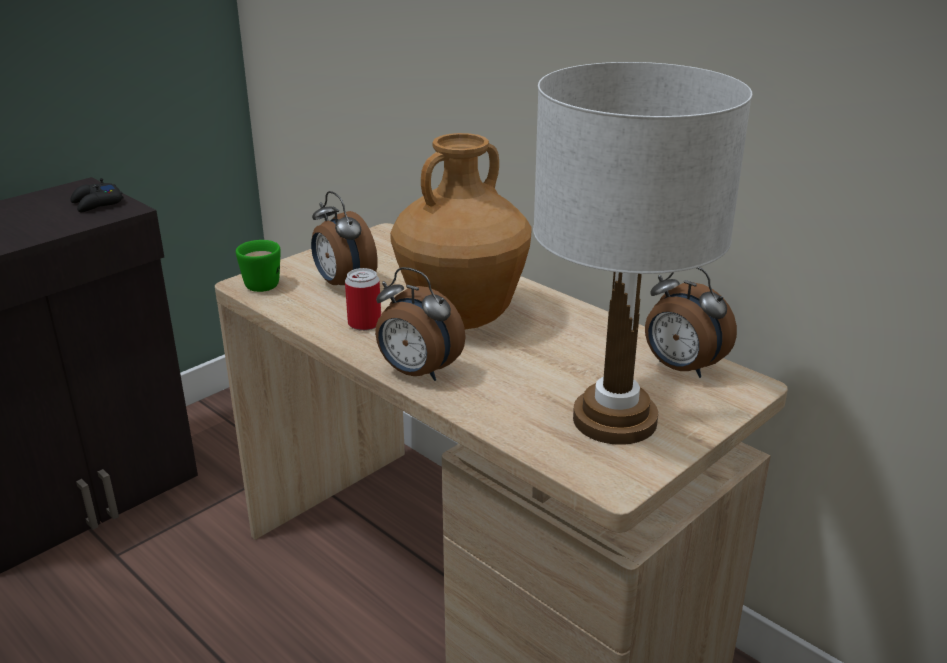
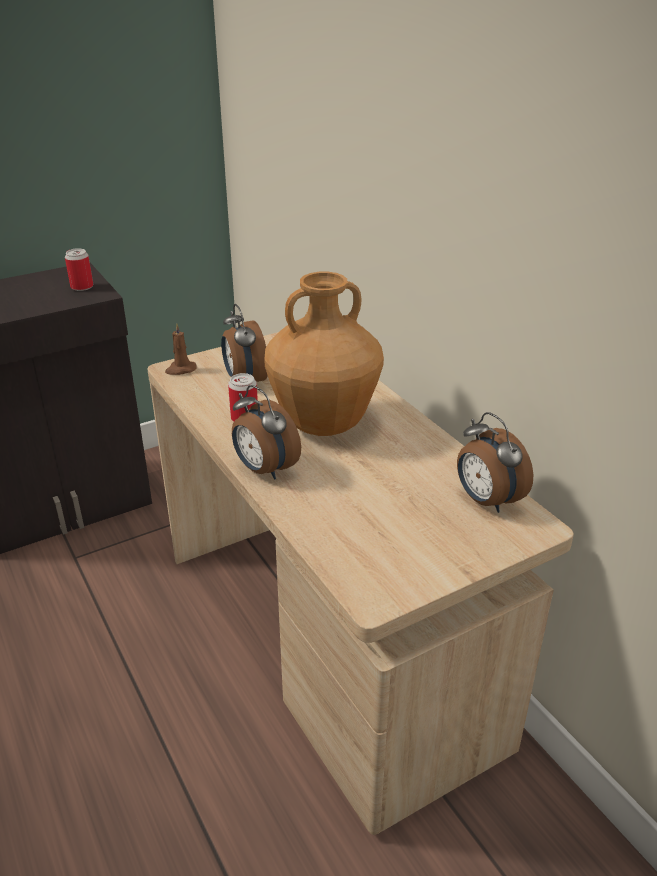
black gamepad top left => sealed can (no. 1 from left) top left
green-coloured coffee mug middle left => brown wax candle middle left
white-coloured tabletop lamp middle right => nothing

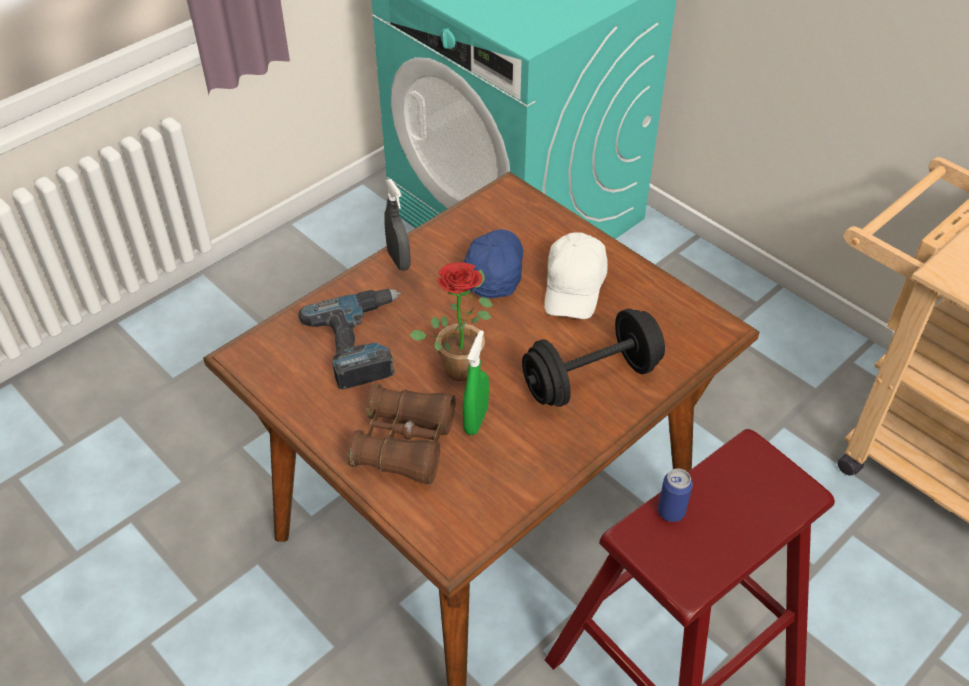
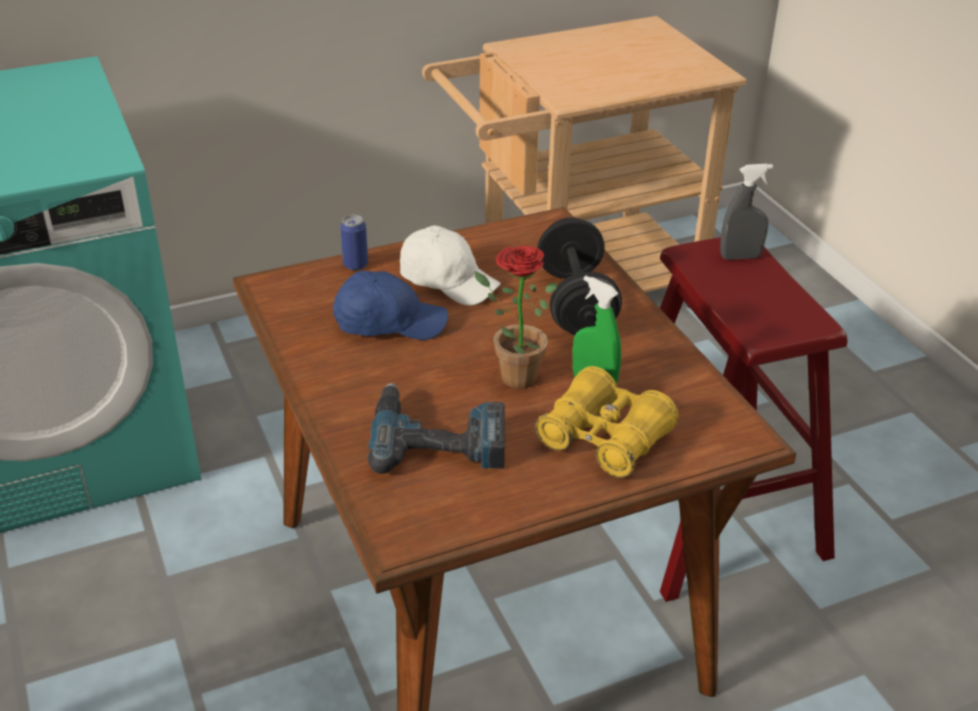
blue cap centre, 150 degrees clockwise
sealed can bottom right => sealed can centre, relocated
brown binoculars centre => yellow binoculars centre
grey spray bottle top centre => grey spray bottle top right, relocated

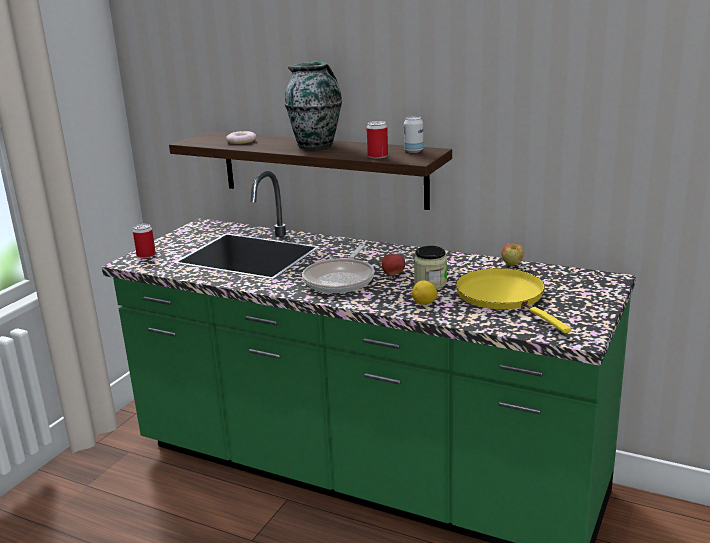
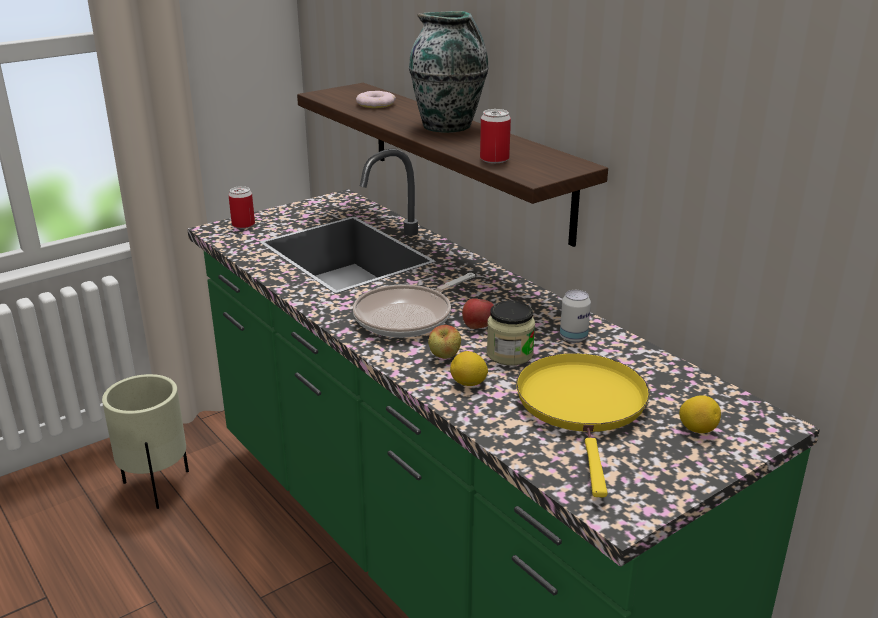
nothing => beige-coloured flower pot bottom left
apple (no. 2 from left in the first image) middle right => apple (no. 1 from left) centre, relocated
sealed can (no. 3 from left) top centre => sealed can (no. 3 from left) centre, relocated
nothing => whole lemon (no. 2 from left) bottom right

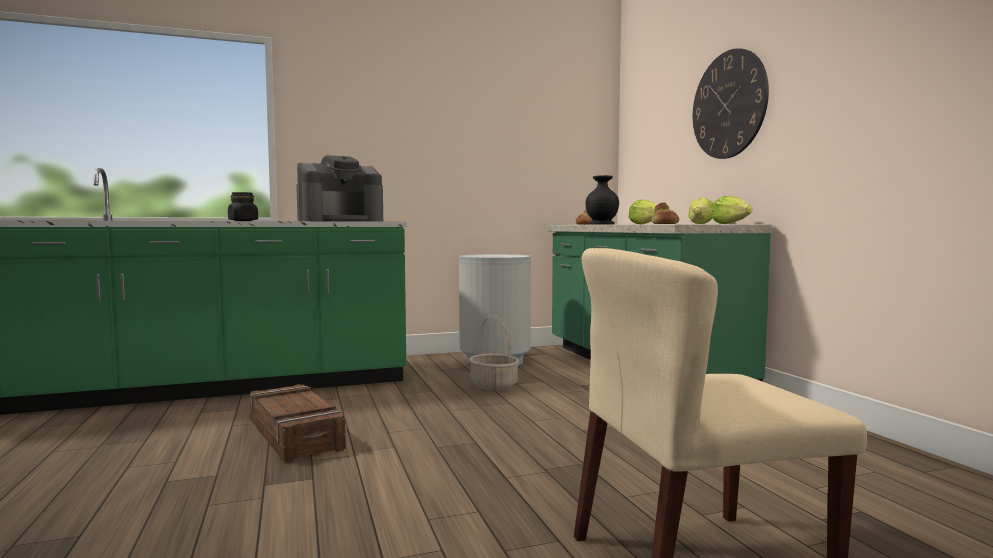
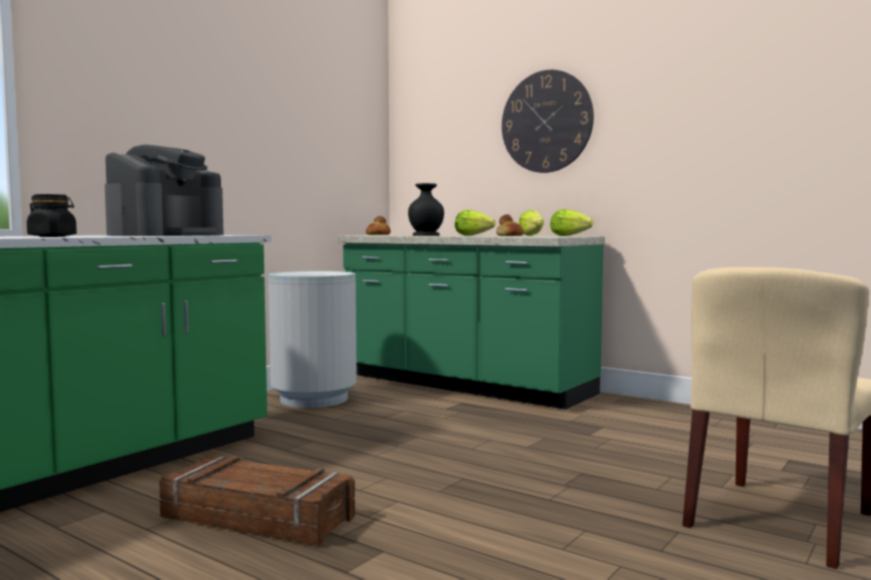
household basket centre => nothing

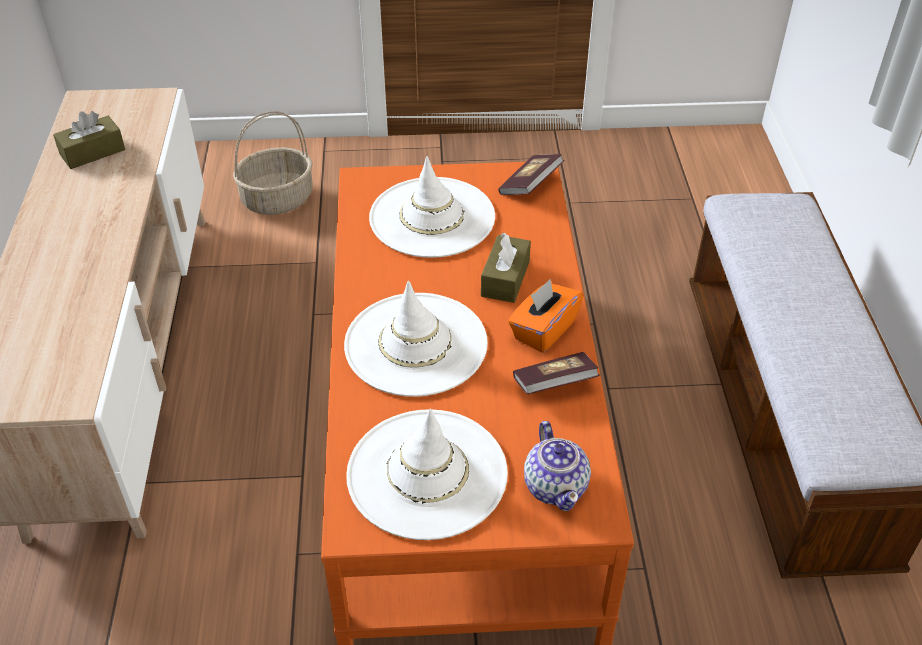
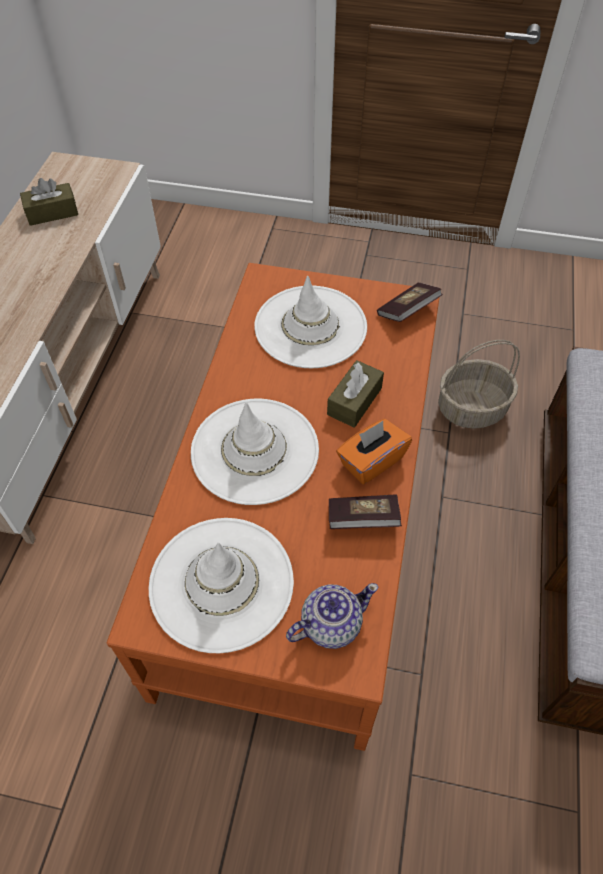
tea pot bottom centre, 120 degrees counterclockwise
household basket top left => household basket middle right, relocated

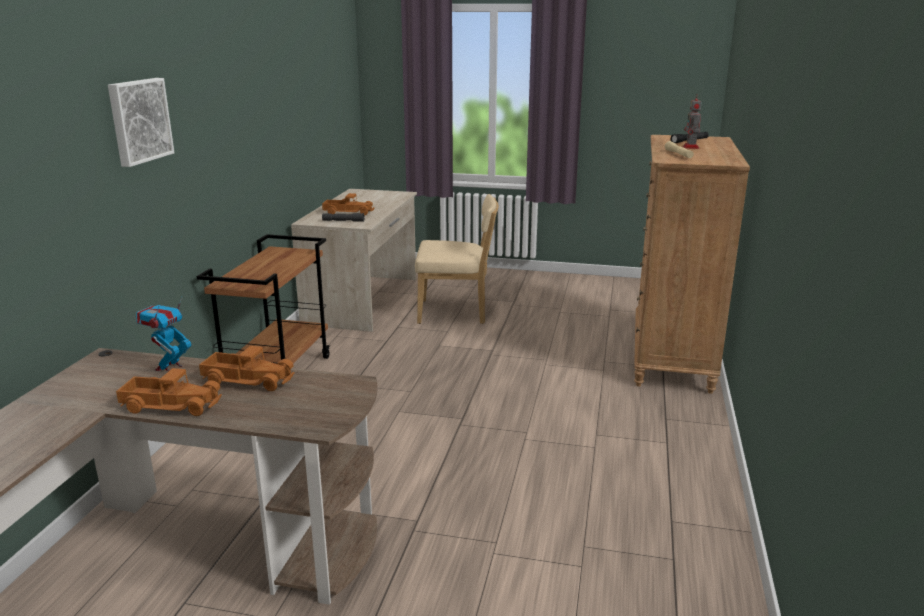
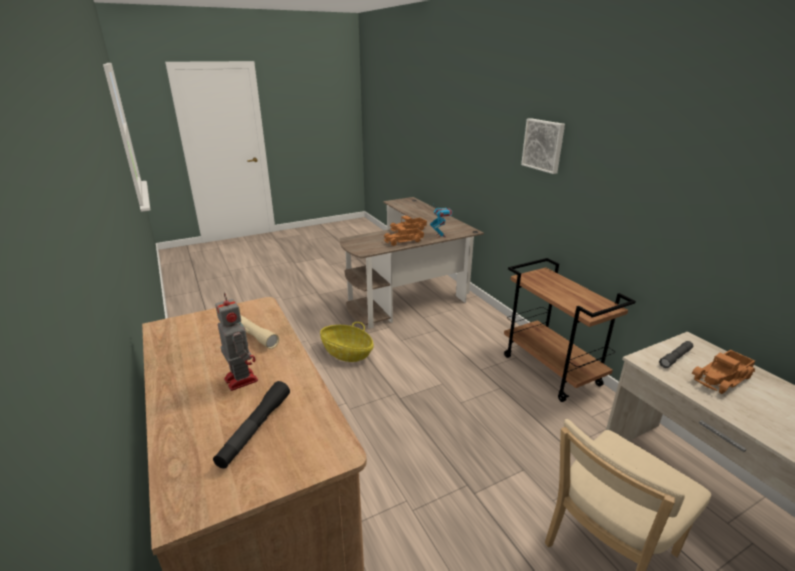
nothing => household basket centre

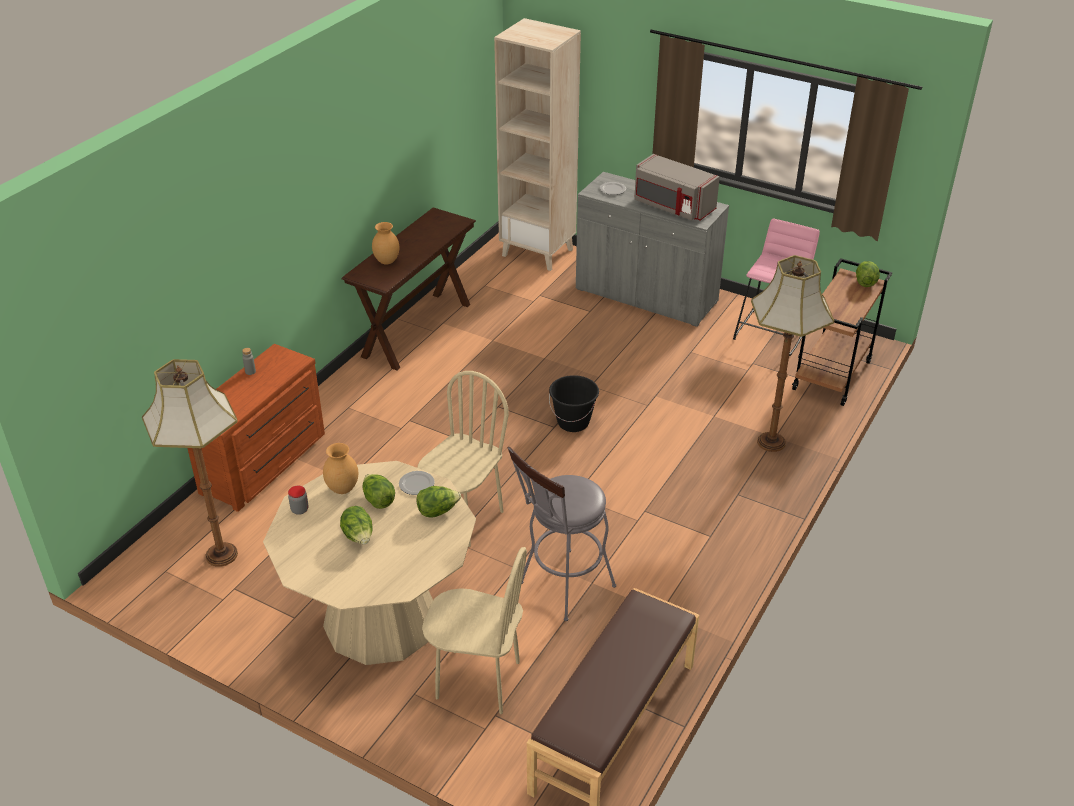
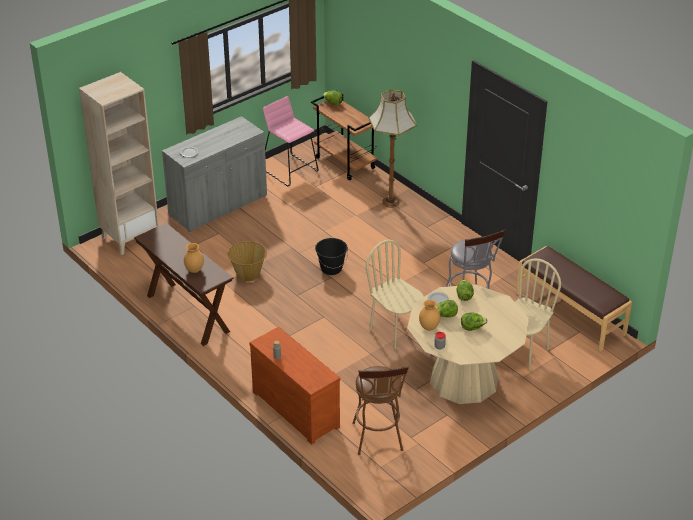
nothing => household basket centre
floor lamp (no. 1 from left) middle left => brown stool seat bottom centre
grey kitchen microwave top centre => nothing

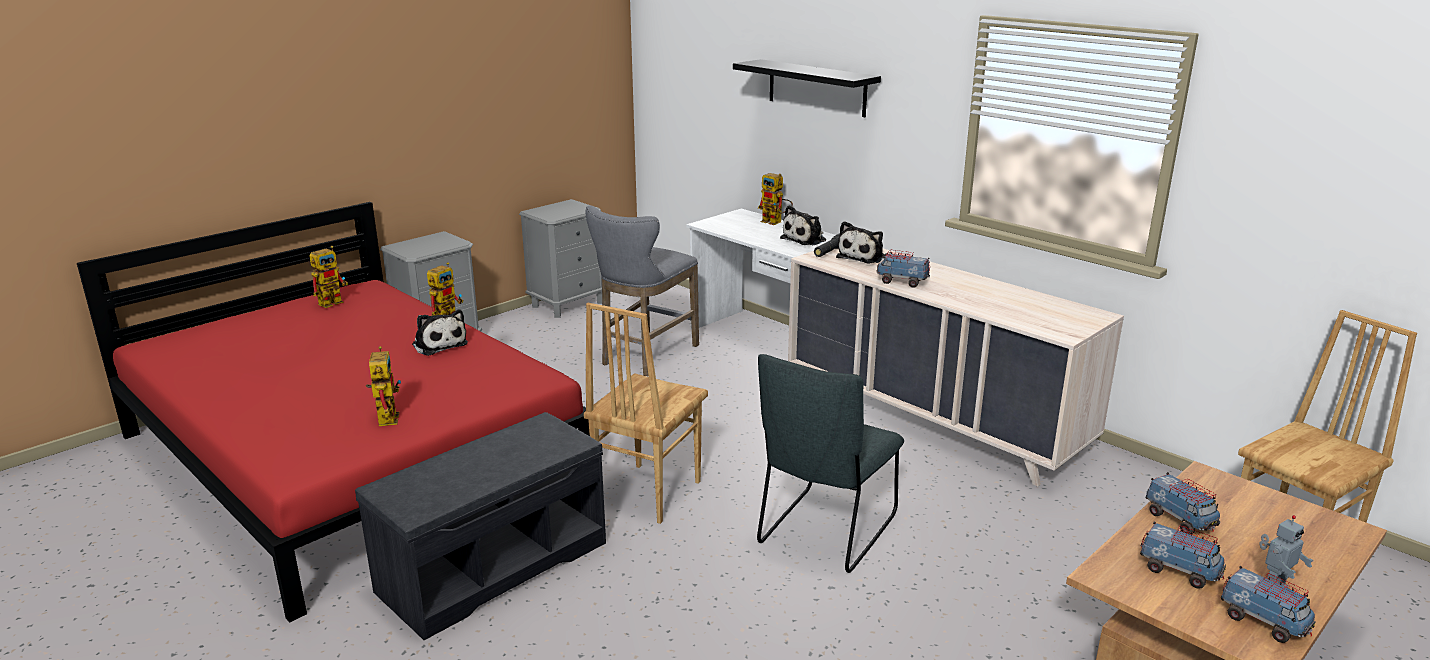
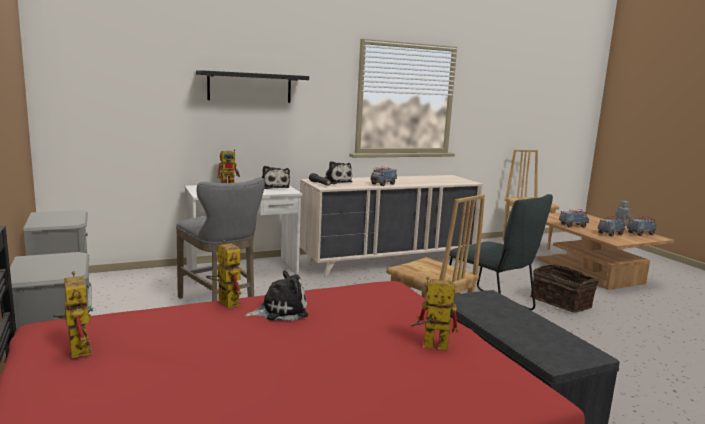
nothing => household basket bottom right

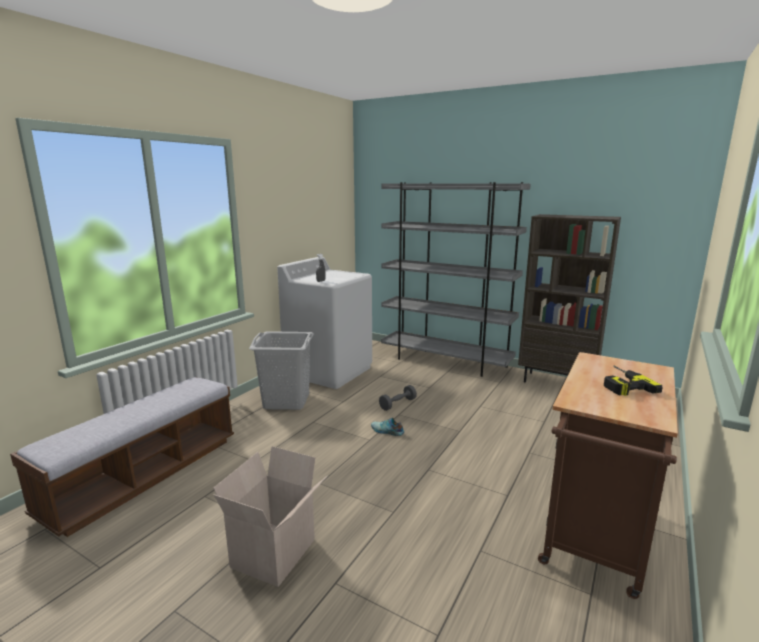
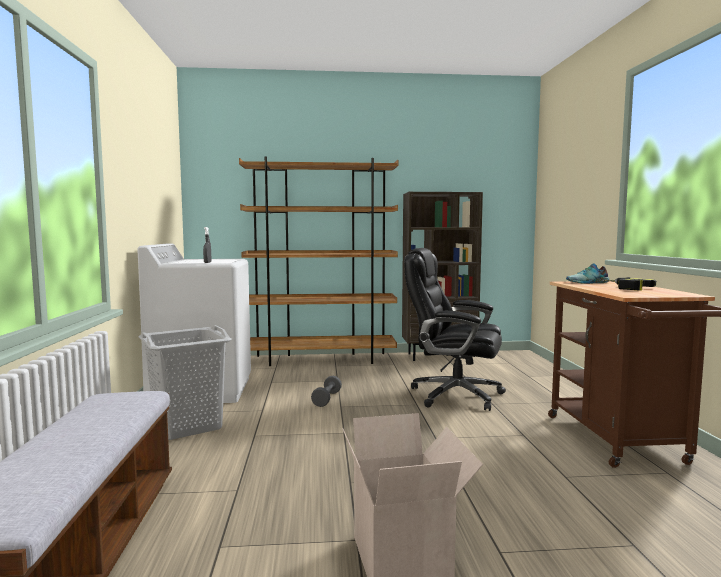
grey bookcase centre => brown bookcase (no. 1 from left) centre
nothing => black computer chair centre
shoe centre => shoe middle right, relocated

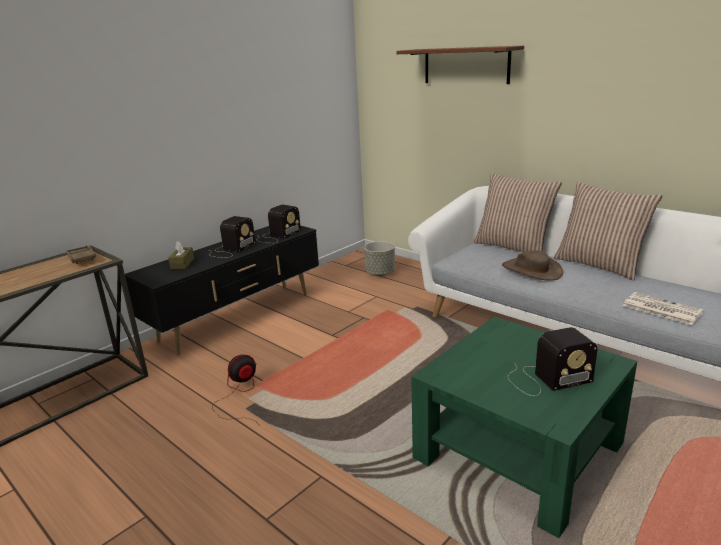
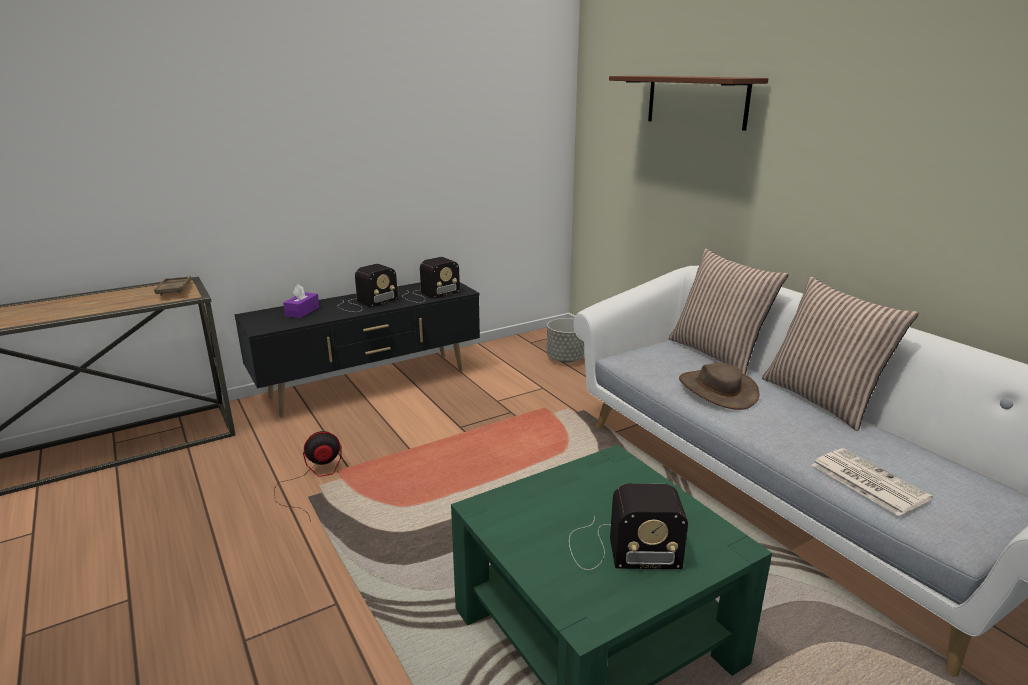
brown tissue box middle left => purple tissue box middle left

